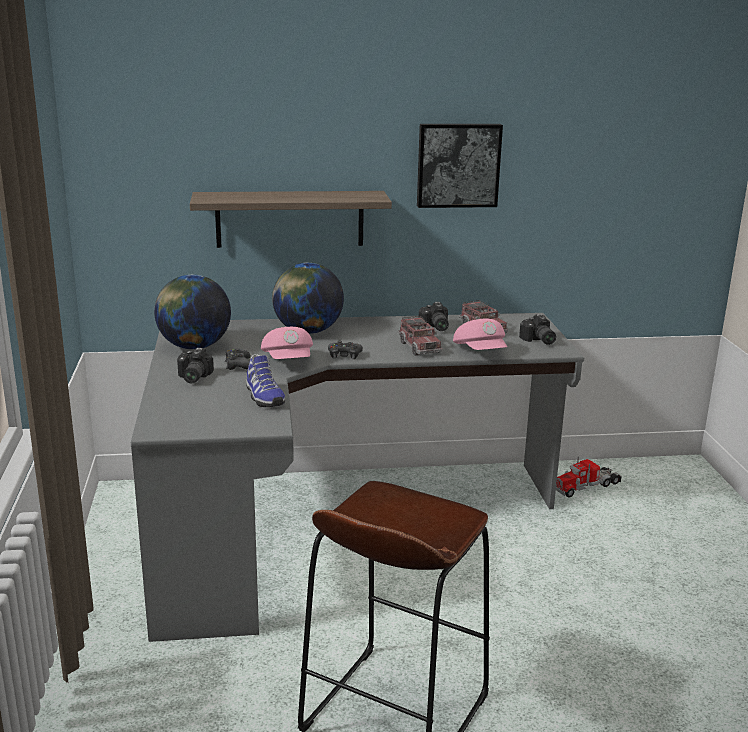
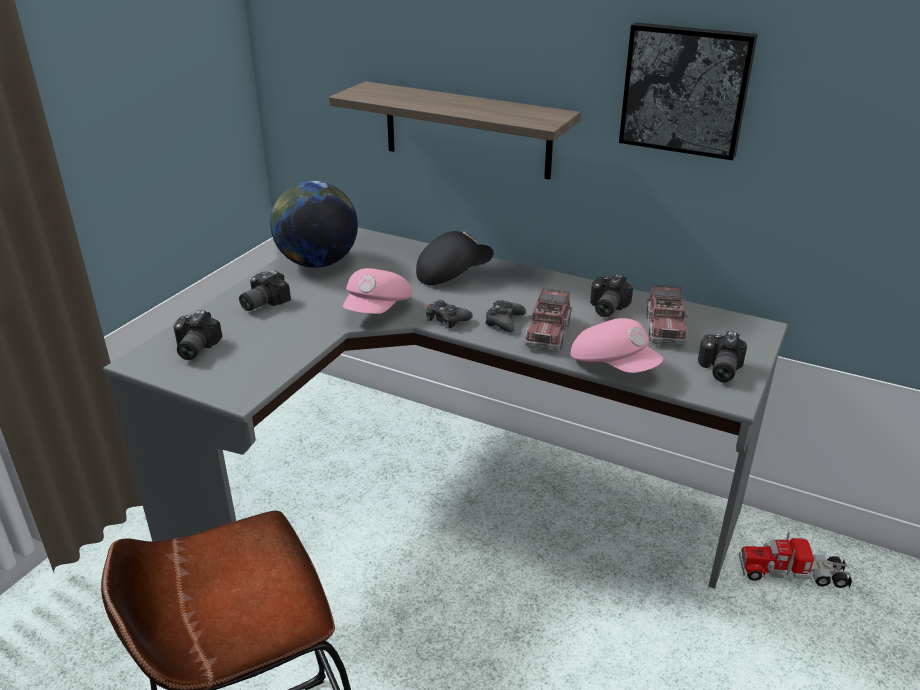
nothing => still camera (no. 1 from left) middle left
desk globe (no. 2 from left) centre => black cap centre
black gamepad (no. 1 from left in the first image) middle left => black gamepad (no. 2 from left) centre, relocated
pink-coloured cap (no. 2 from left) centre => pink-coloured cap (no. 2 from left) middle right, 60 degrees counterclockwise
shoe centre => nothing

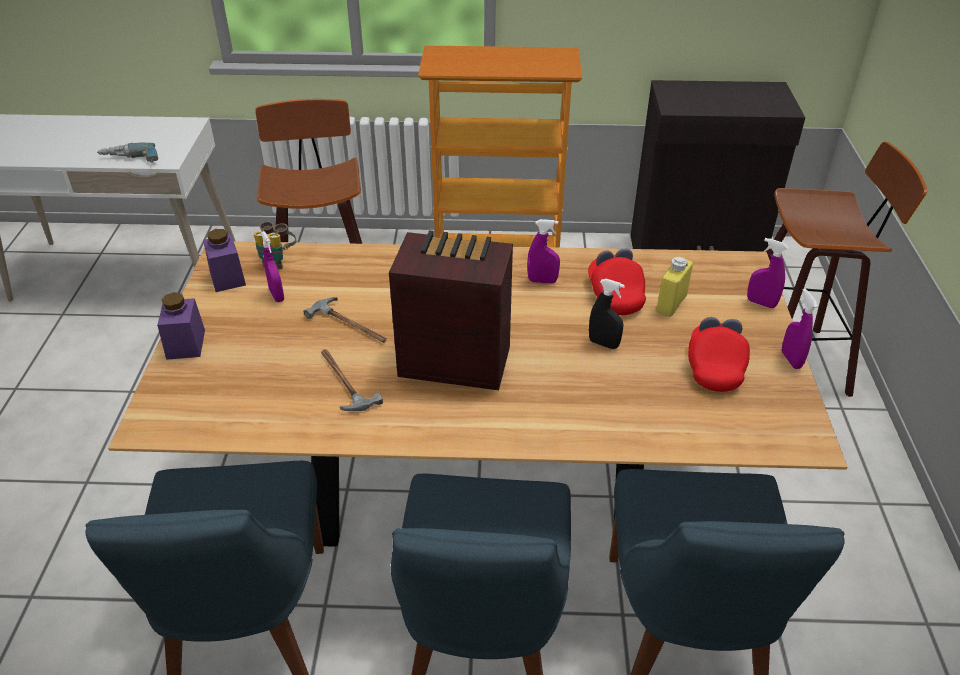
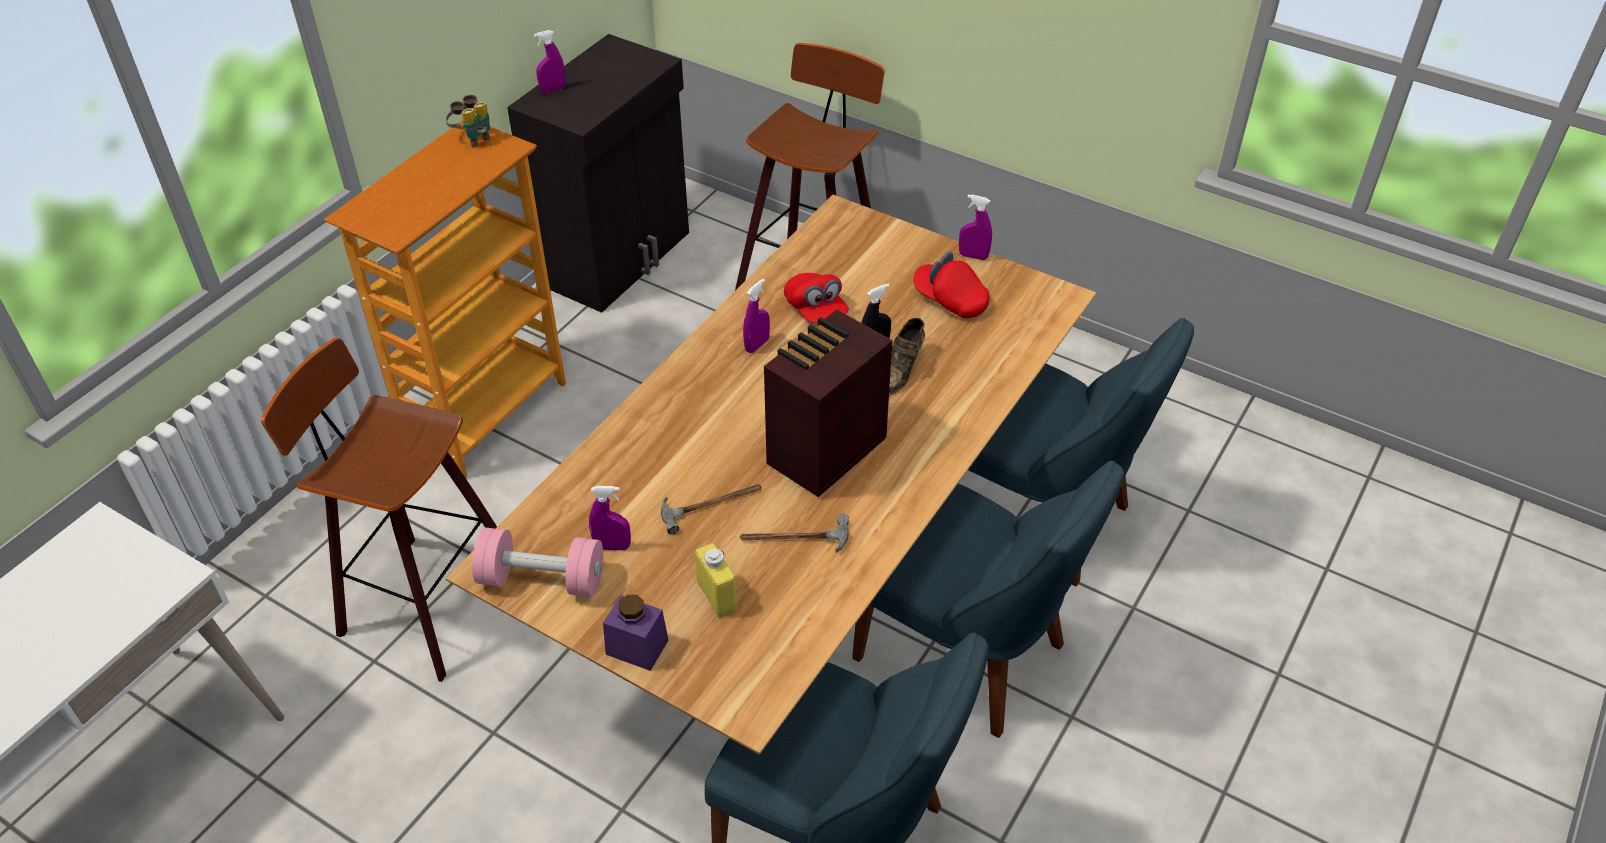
binoculars middle left => binoculars top left, relocated
purple storage jar (no. 2 from left) middle left => pink-coloured hand weight bottom centre
purple spray bottle (no. 3 from left in the first image) middle right => purple spray bottle (no. 1 from left) top centre, relocated
yellow bottle middle right => yellow bottle bottom centre, relocated
reddish cap (no. 1 from left) centre, 135 degrees counterclockwise
nothing => brown shoe centre
drill top left => nothing

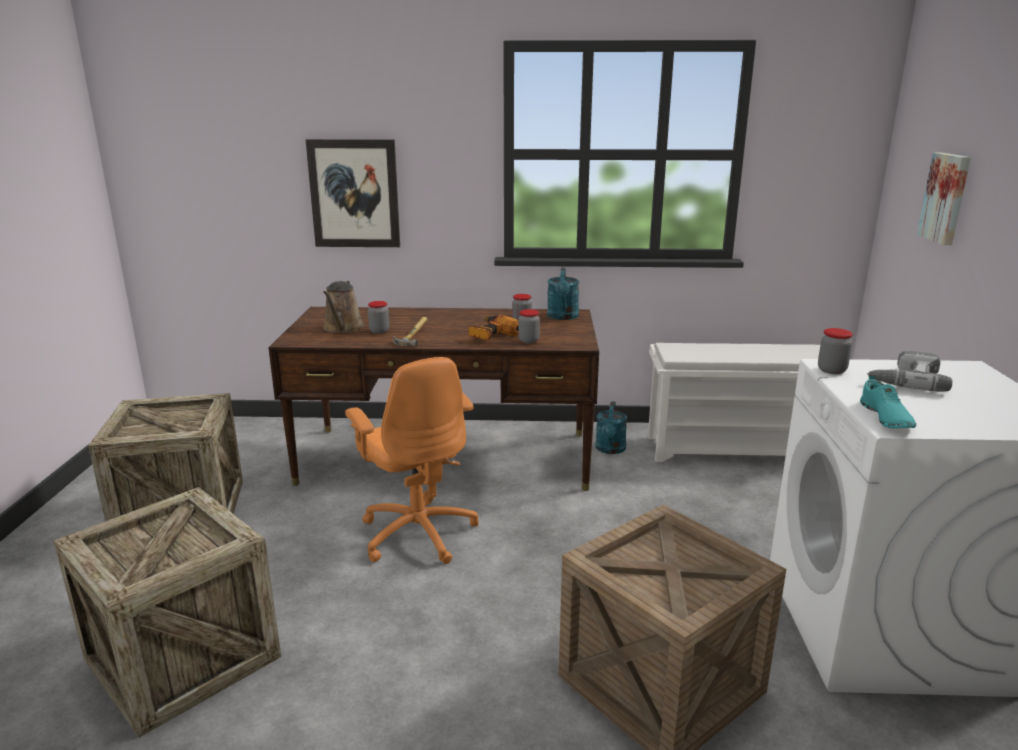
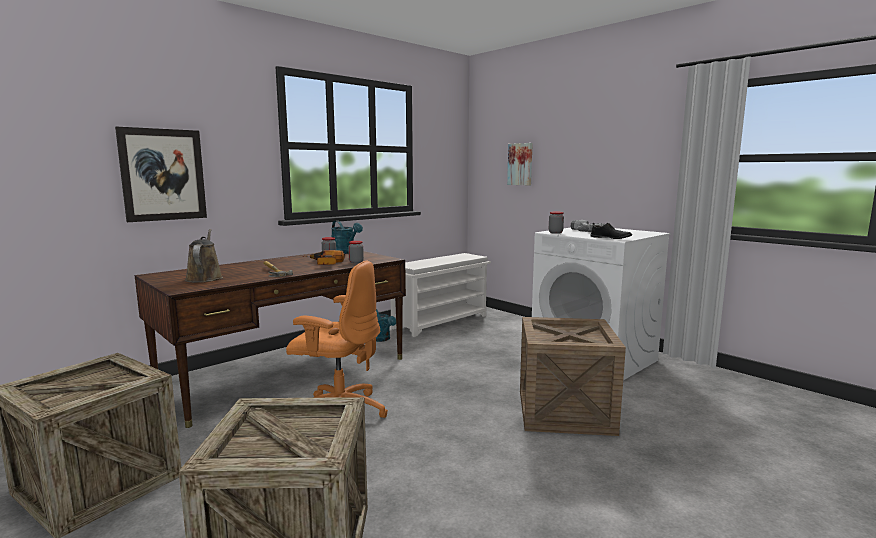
brown sprinkling can centre => brown sprinkling can middle left, 150 degrees counterclockwise
blue-green shoe middle right => black shoe middle right
storage jar (no. 1 from left) centre => nothing

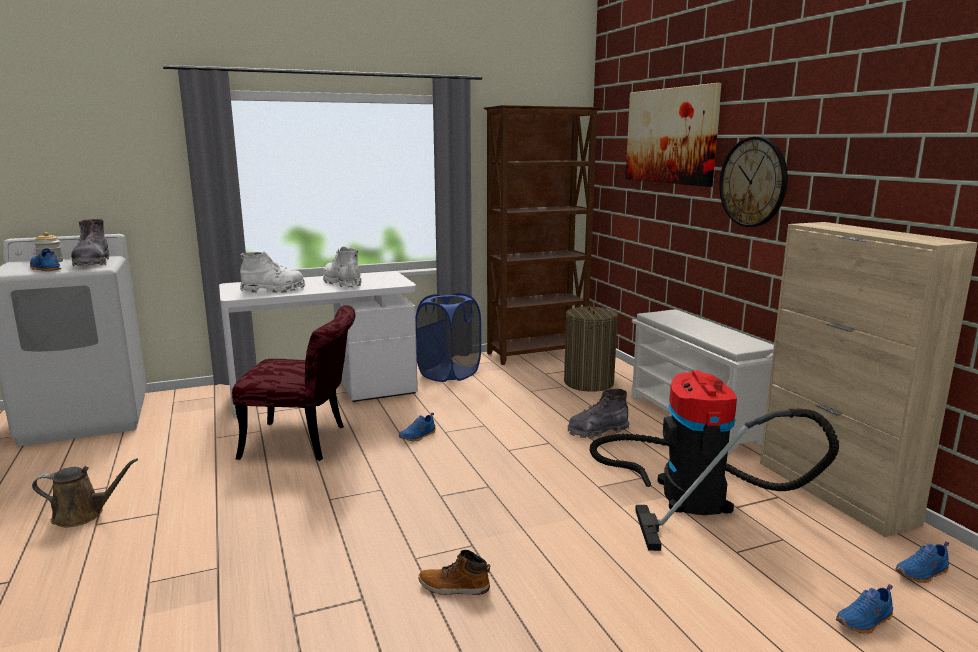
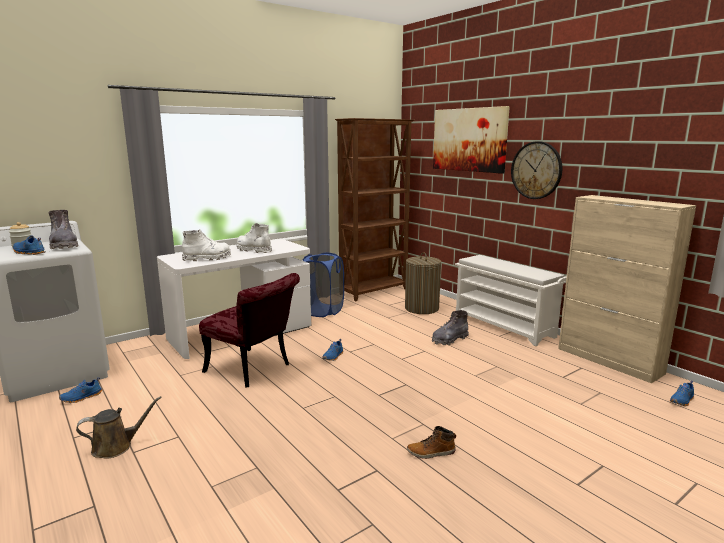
blue shoe (no. 3 from left in the first image) bottom right => blue shoe (no. 2 from left) bottom left, relocated
reddish chair middle left => reddish chair centre, 45 degrees clockwise
hoover bottom right => nothing

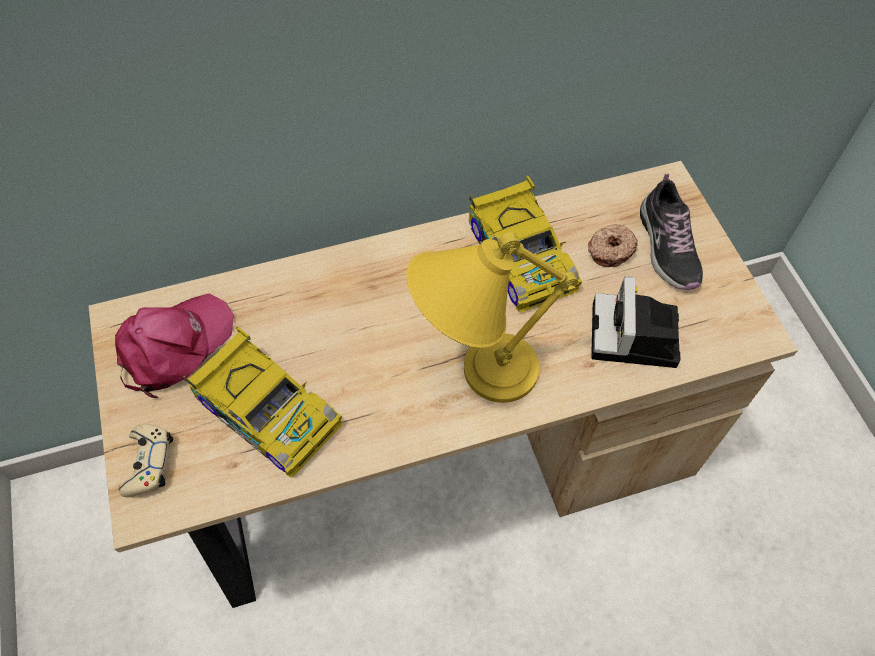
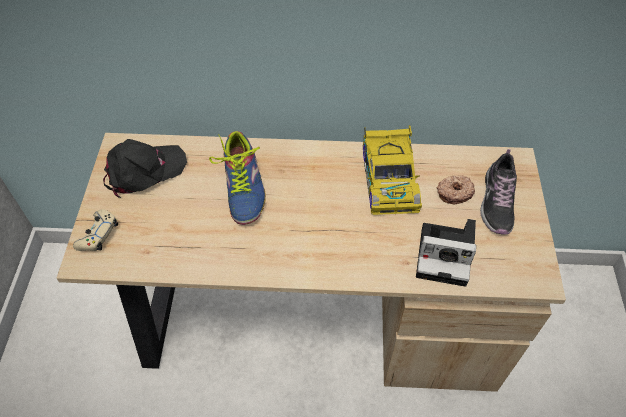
pink-coloured cap middle left => black cap middle left
nothing => shoe (no. 1 from left) centre
still camera middle right, 105 degrees counterclockwise
miniature car (no. 1 from left) middle left => nothing
yellow tabletop lamp centre => nothing

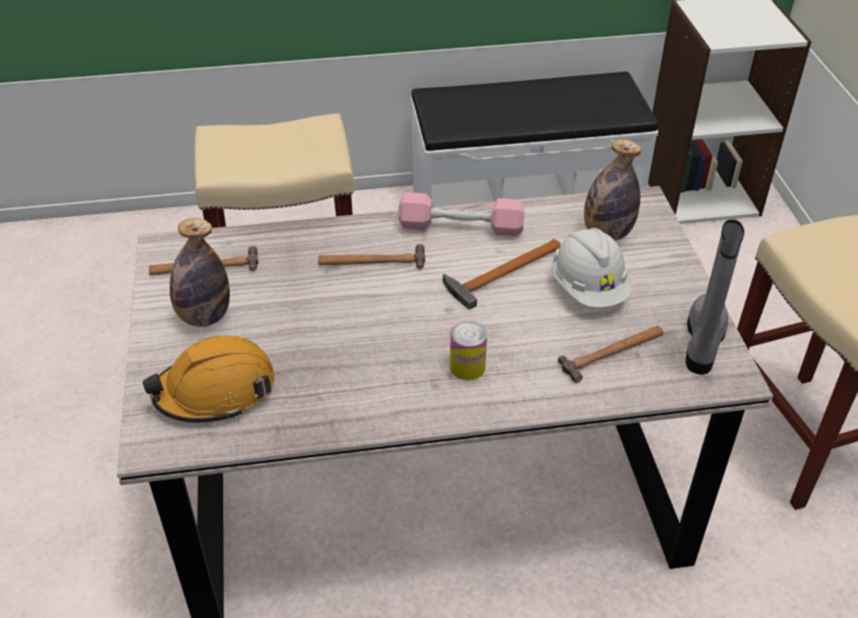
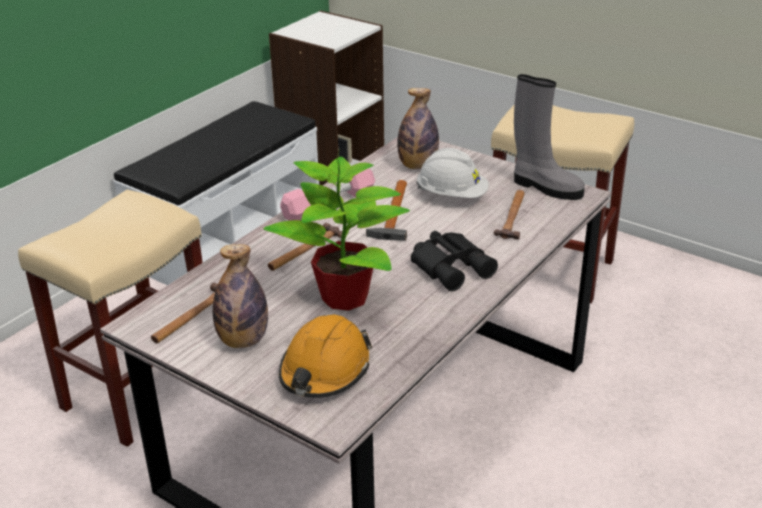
nothing => potted plant centre
sealed can centre => black binoculars centre
grey boot middle right => grey boot top right, 150 degrees clockwise

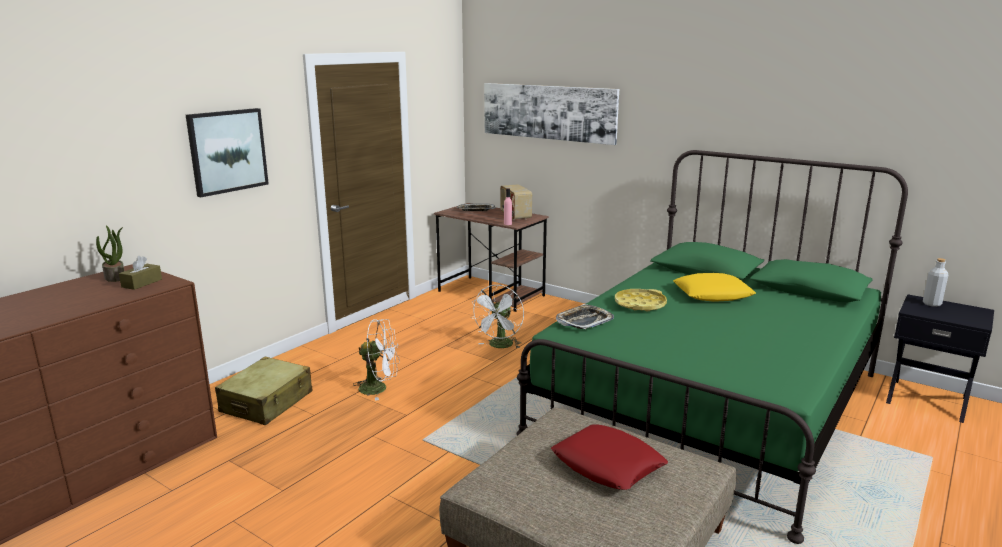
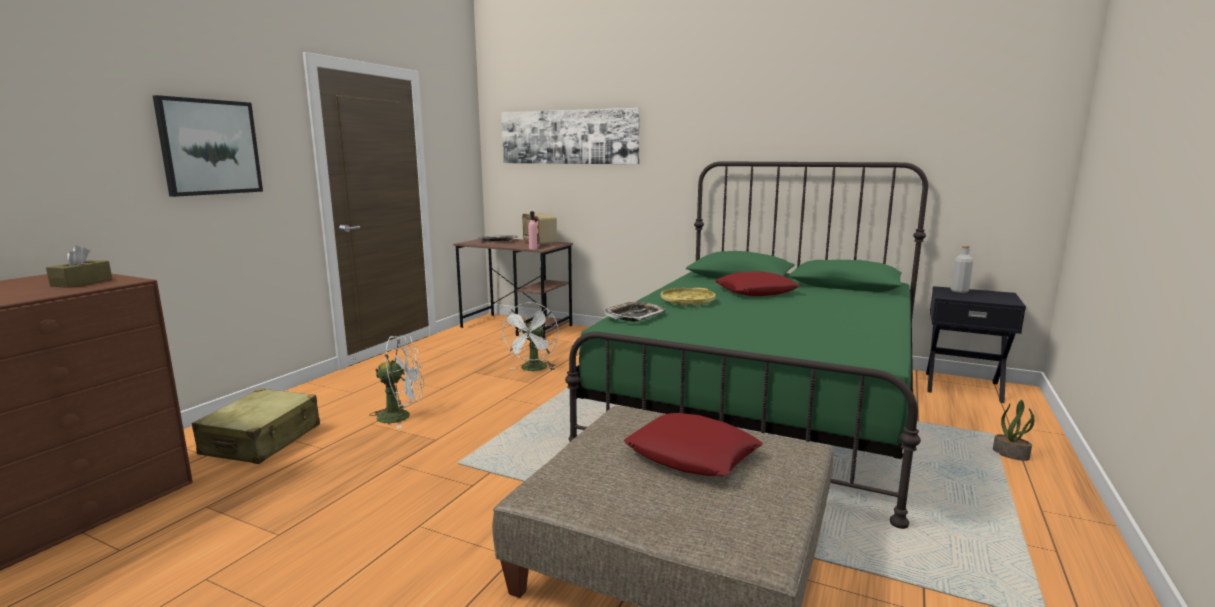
yellow cushion middle right => reddish cushion (no. 2 from left) centre
potted plant middle left => potted plant bottom right, relocated

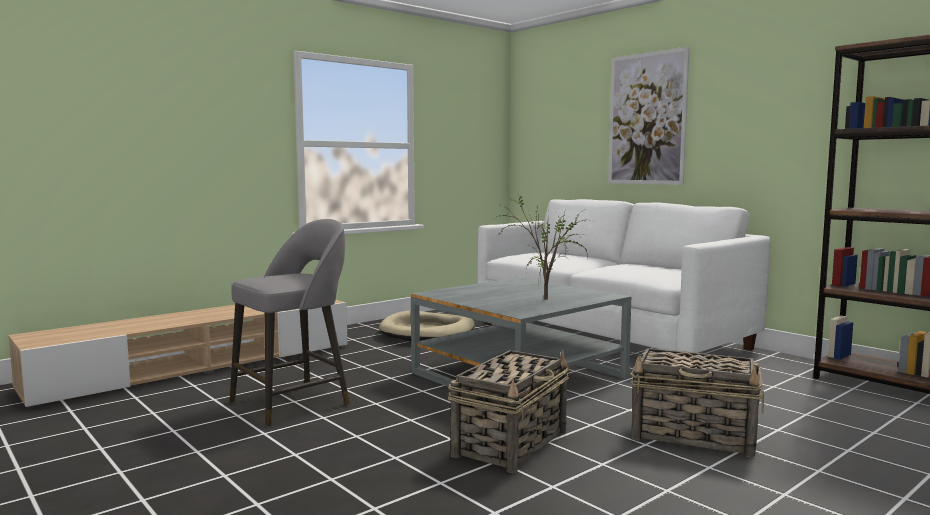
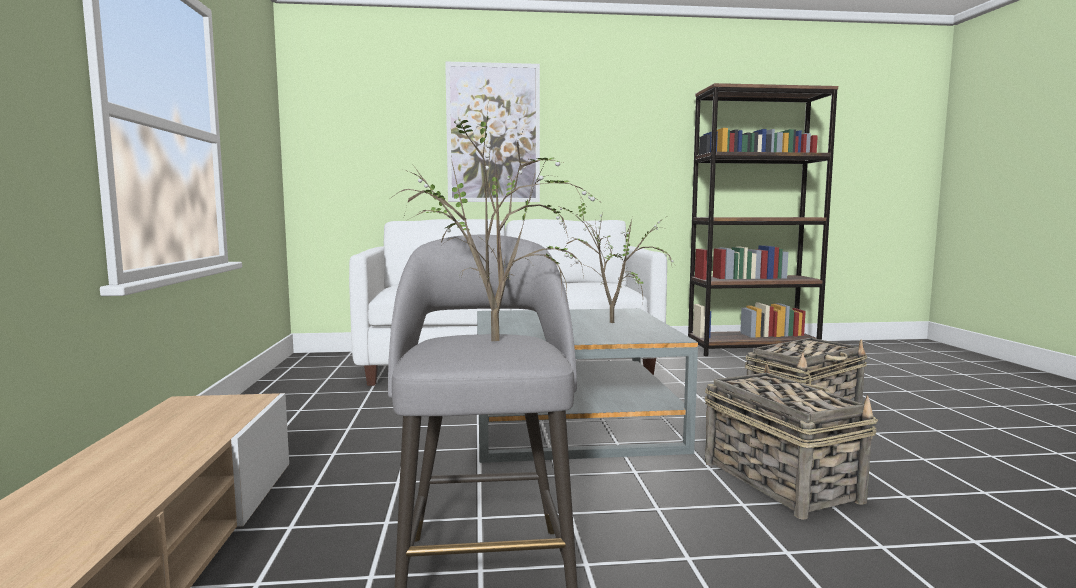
nothing => potted plant (no. 1 from left) centre
beige-coloured dog cushion centre => nothing

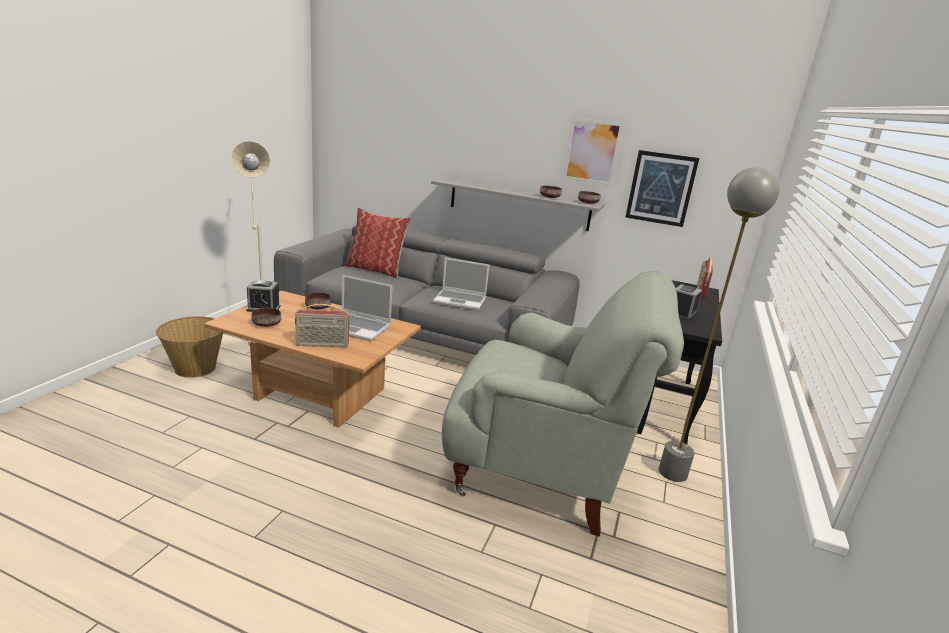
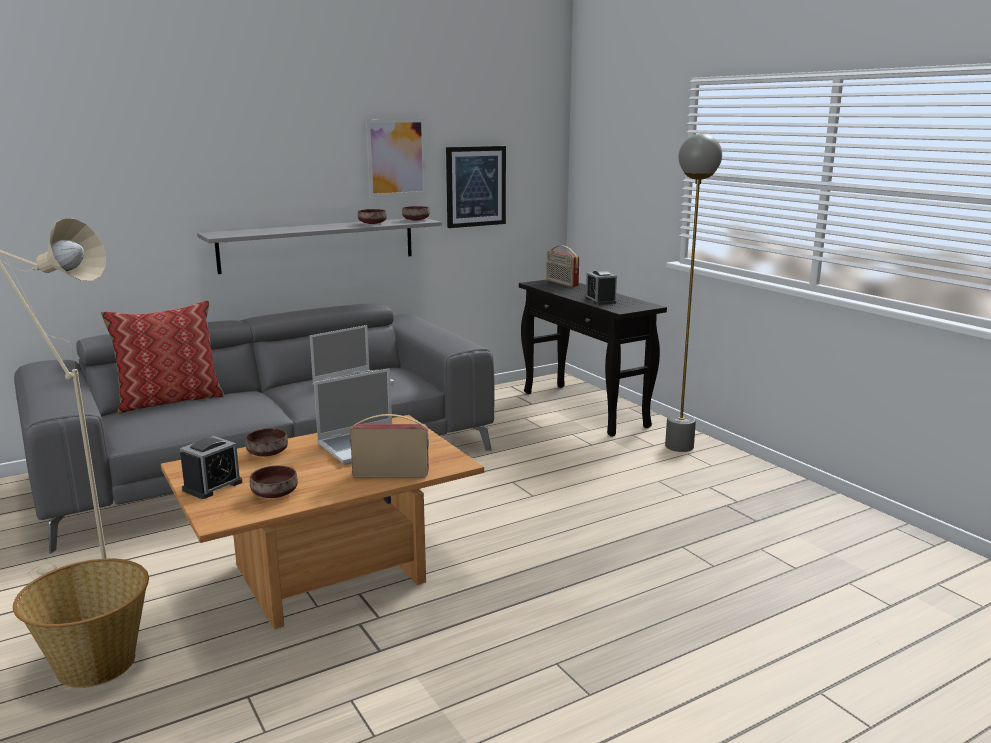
radio set (no. 1 from left) centre, 120 degrees counterclockwise
grey lounge chair centre => nothing

